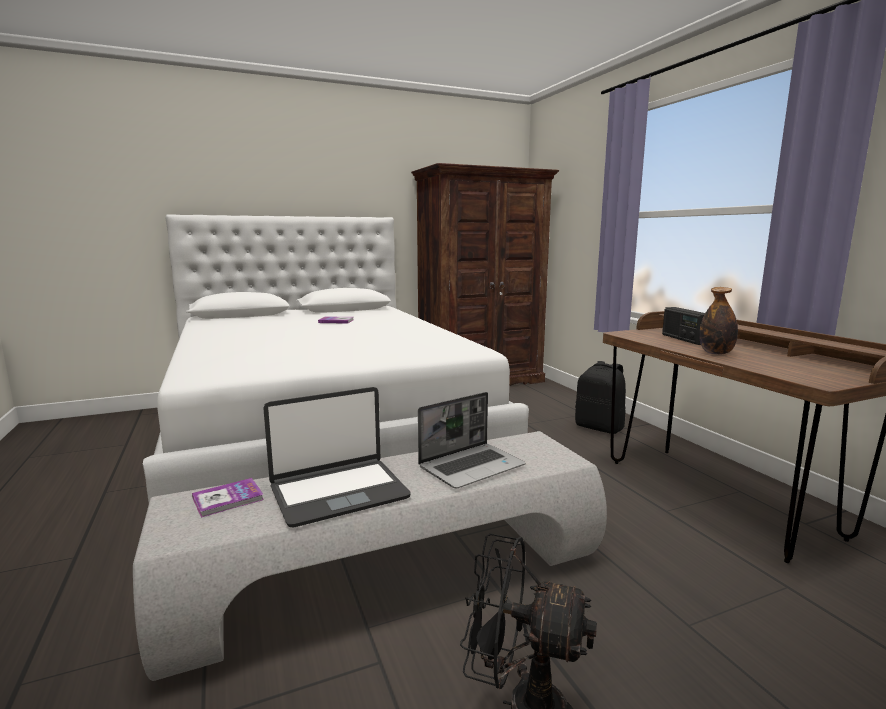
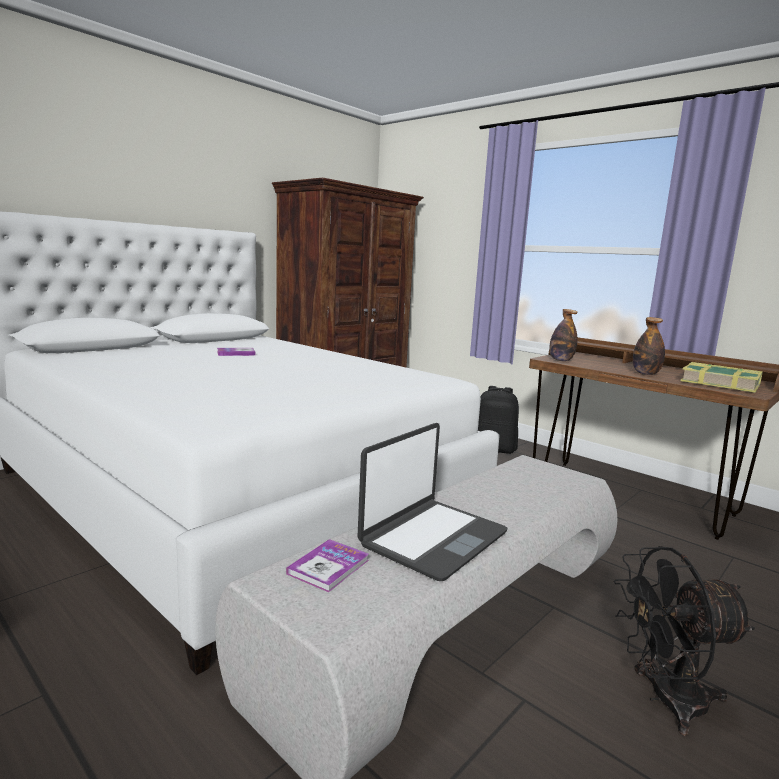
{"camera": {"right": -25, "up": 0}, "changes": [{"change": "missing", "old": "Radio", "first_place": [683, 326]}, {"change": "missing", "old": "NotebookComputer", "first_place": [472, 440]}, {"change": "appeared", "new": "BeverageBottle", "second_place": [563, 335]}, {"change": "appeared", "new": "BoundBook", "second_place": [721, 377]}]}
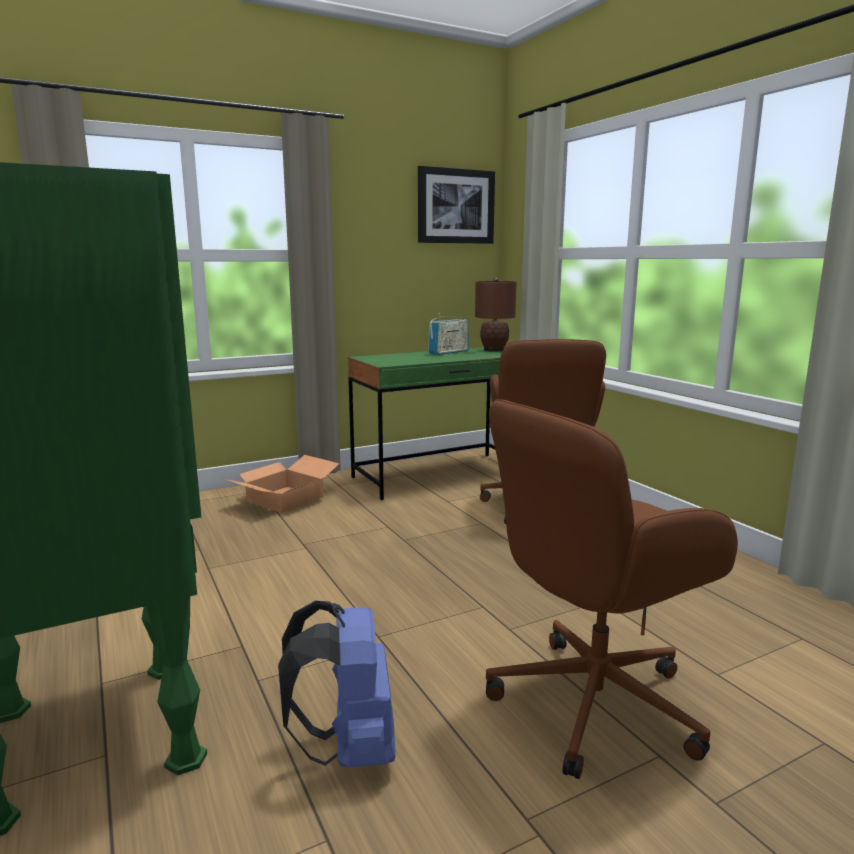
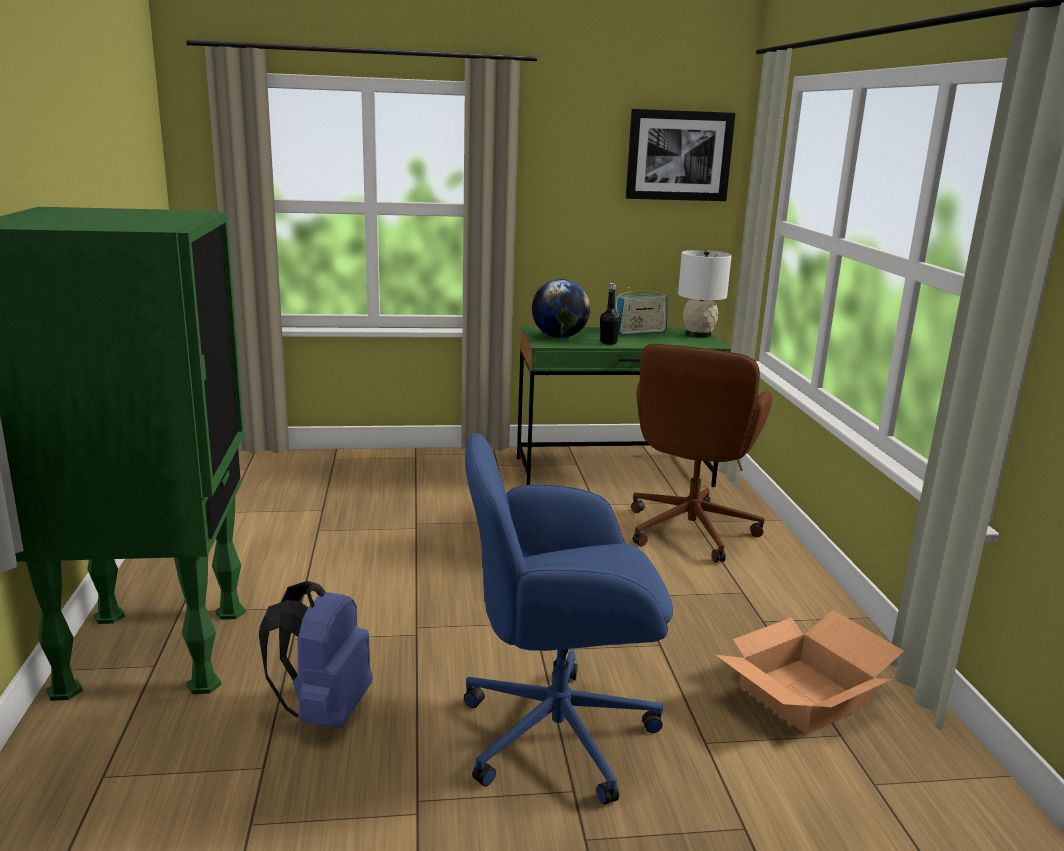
{"camera": {"right": 20, "up": 5}, "changes": [{"change": "colour", "old": "BrownLampForATable", "new": "WhiteColouredLampForATable", "first_place": [496, 315], "second_place": [705, 293]}, {"change": "colour", "old": "BrownOfficeChair", "new": "BlueColouredOfficeChair", "first_place": [612, 589], "second_place": [568, 619]}, {"change": "relocated", "old": "CardboardBox", "first_place": [282, 484], "second_place": [810, 672]}, {"change": "appeared", "new": "DeskGlobe", "second_place": [561, 308]}, {"change": "appeared", "new": "BlackishBeverageBottle", "second_place": [610, 314]}]}
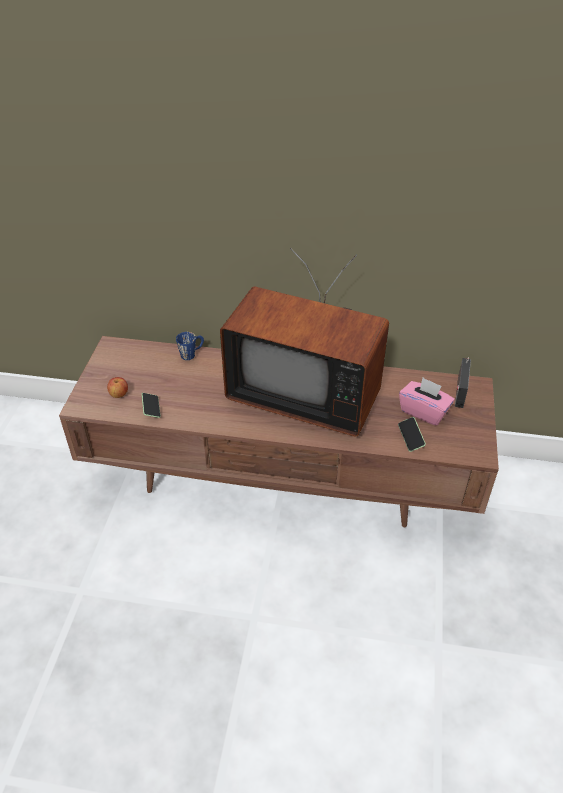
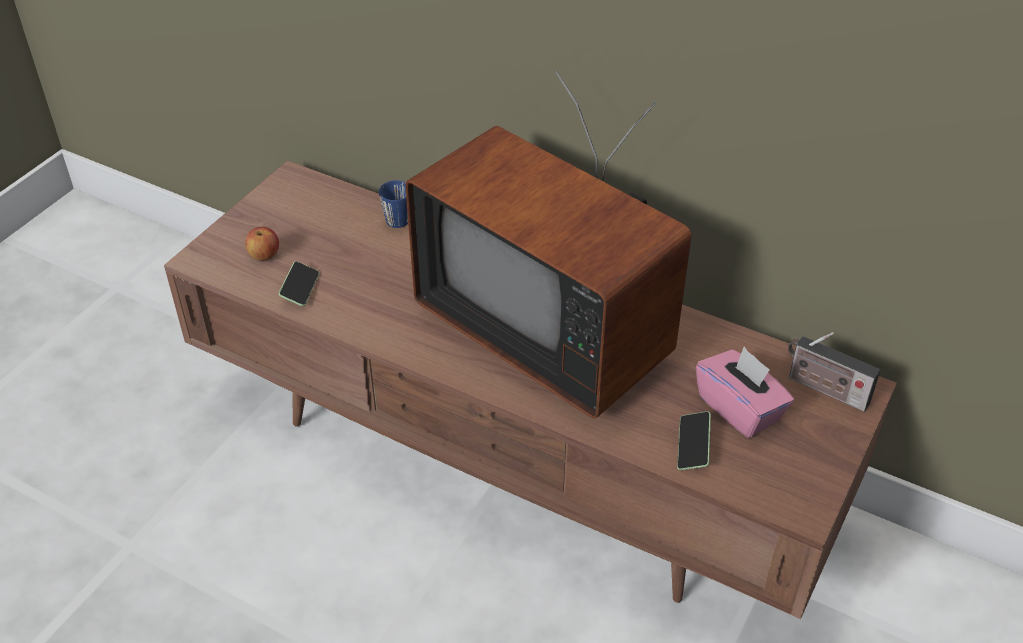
{"camera": {"right": 20, "up": 0}, "changes": [{"change": "spun", "old": "Radio", "first_place": [463, 382], "second_place": [834, 372], "degrees": -90}]}
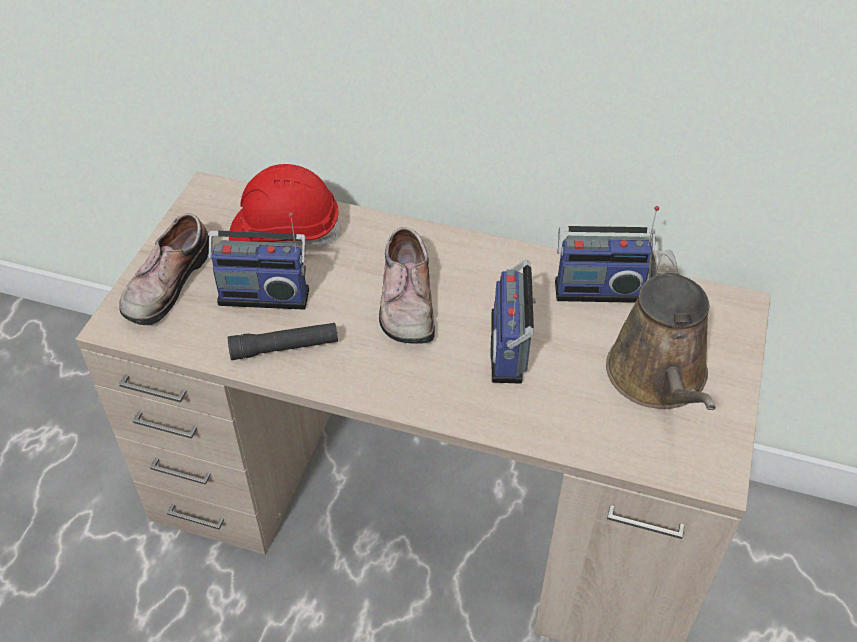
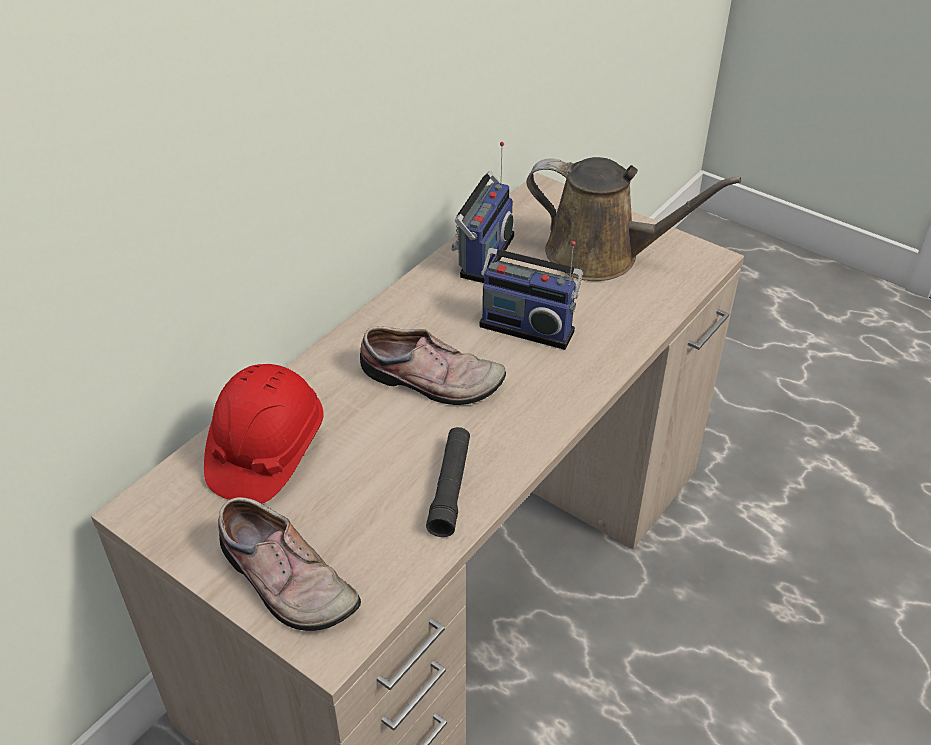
{"camera": {"right": -70, "up": -5}, "changes": [{"change": "missing", "old": "Radio", "first_place": [258, 261]}]}
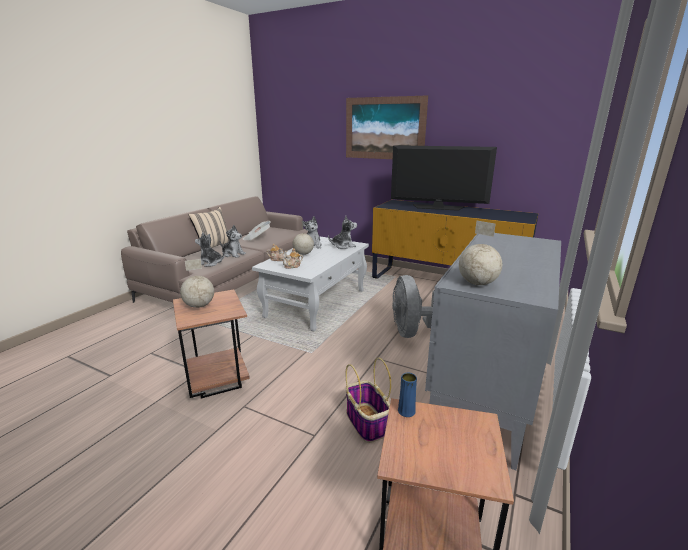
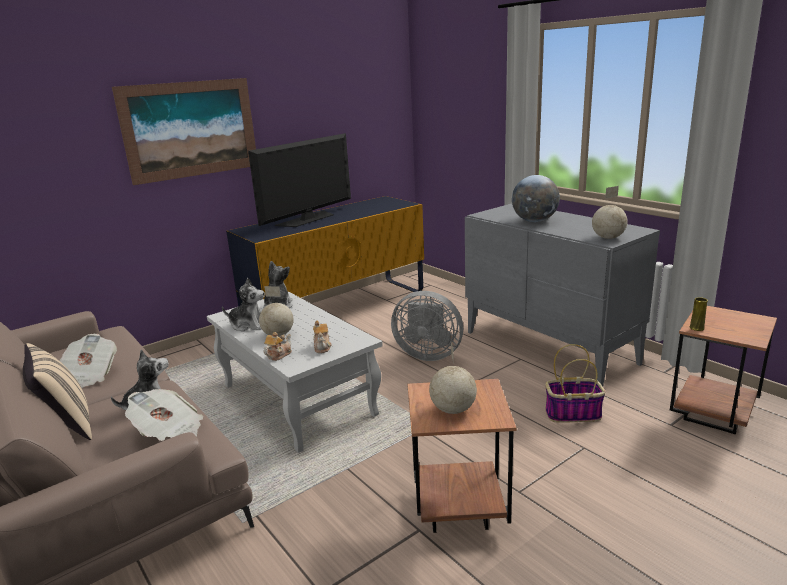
{"camera": {"right": -65, "up": 0}, "changes": [{"change": "exchanged", "old": "CuddlyToy", "new": "Newspaper", "first_place": [210, 249], "second_place": [164, 415]}, {"change": "colour", "old": "BlueColouredDecorativeVase", "new": "YellowColouredDecorativeVase", "first_place": [407, 395], "second_place": [699, 314]}, {"change": "appeared", "new": "DeskGlobe", "second_place": [536, 198]}]}
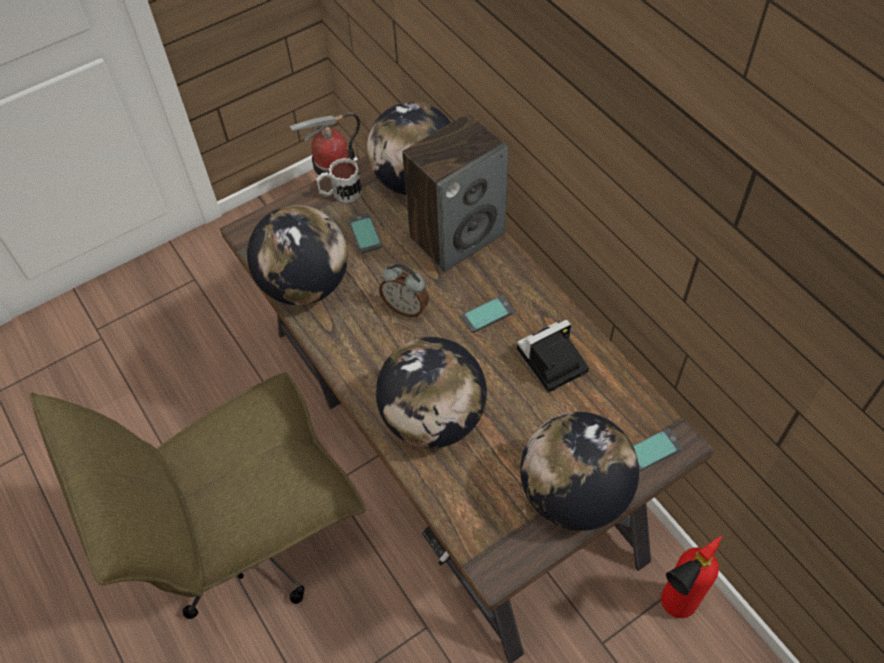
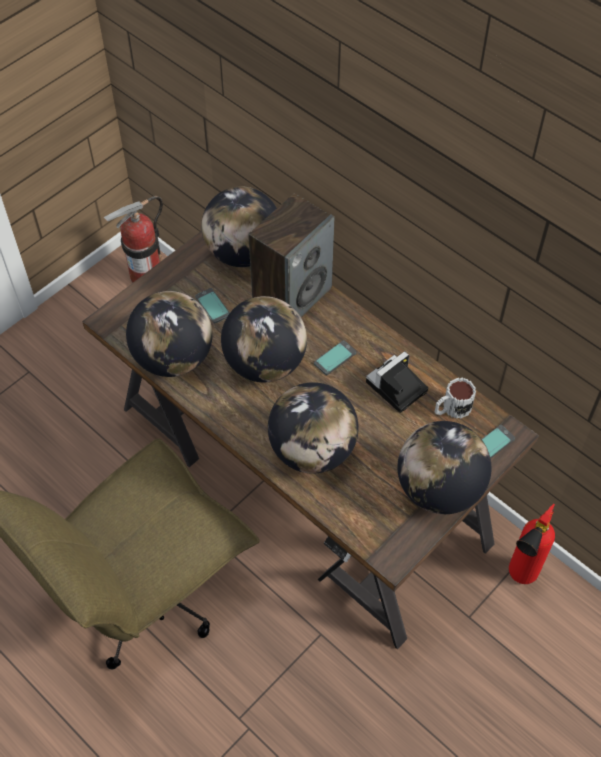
{"camera": {"right": -15, "up": 0}, "changes": [{"change": "relocated", "old": "CoffeeMug", "first_place": [339, 180], "second_place": [455, 398]}, {"change": "exchanged", "old": "BedsideClock", "new": "DeskGlobe", "first_place": [404, 290], "second_place": [264, 339]}]}
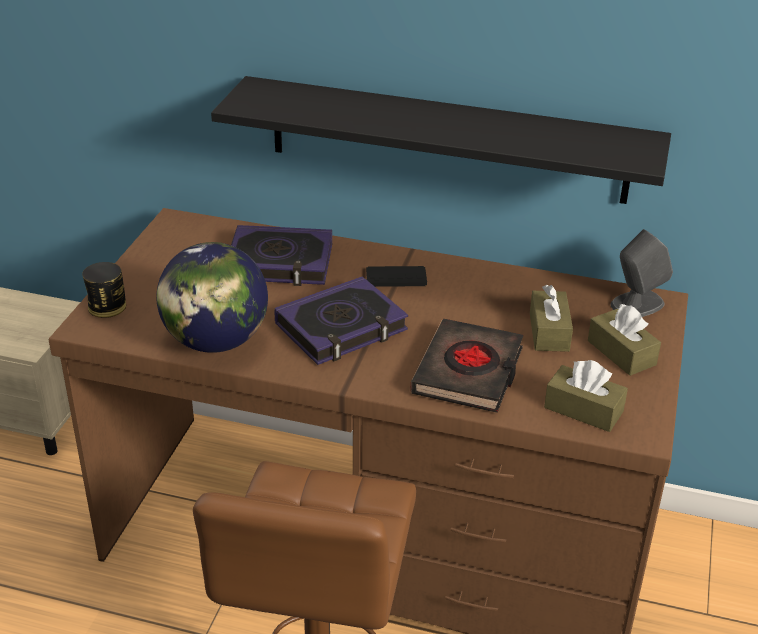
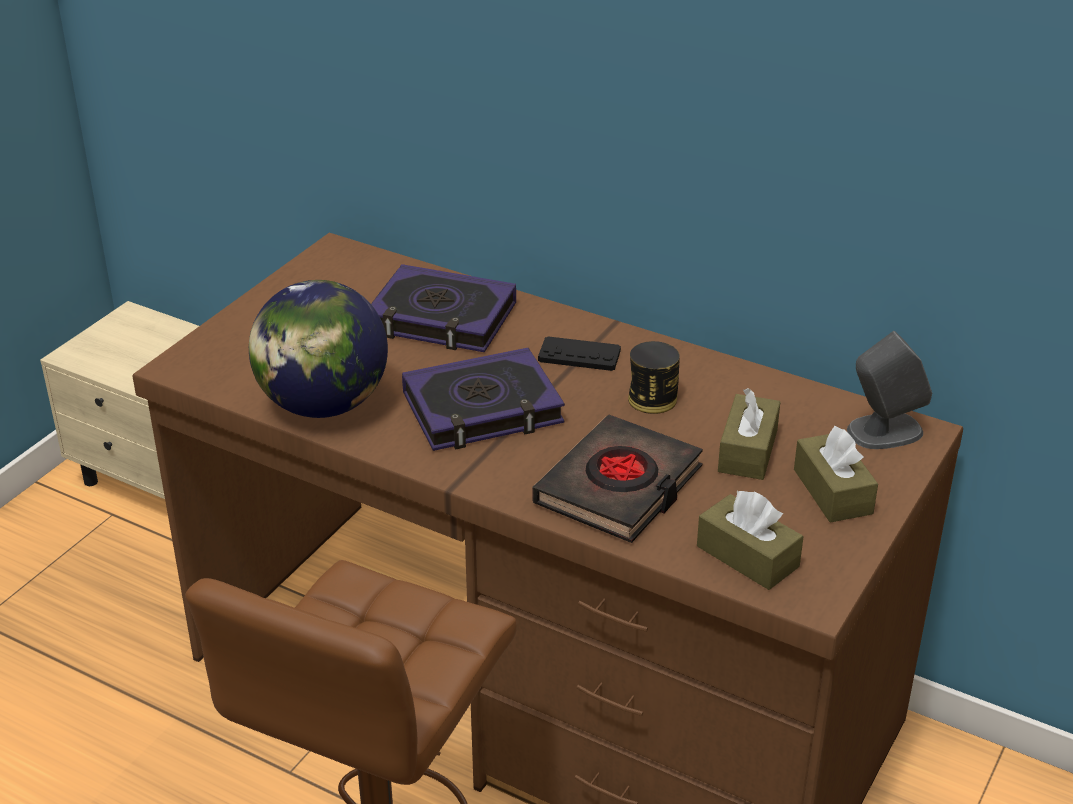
{"camera": {"right": 15, "up": 0}, "changes": [{"change": "missing", "old": "BlackishWallShelf", "first_place": [441, 140]}, {"change": "relocated", "old": "MetalCan", "first_place": [104, 290], "second_place": [654, 377]}]}
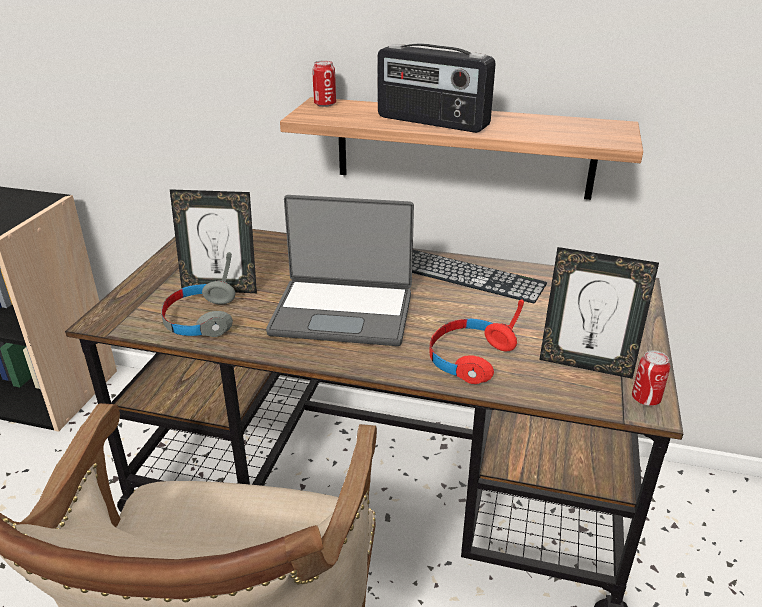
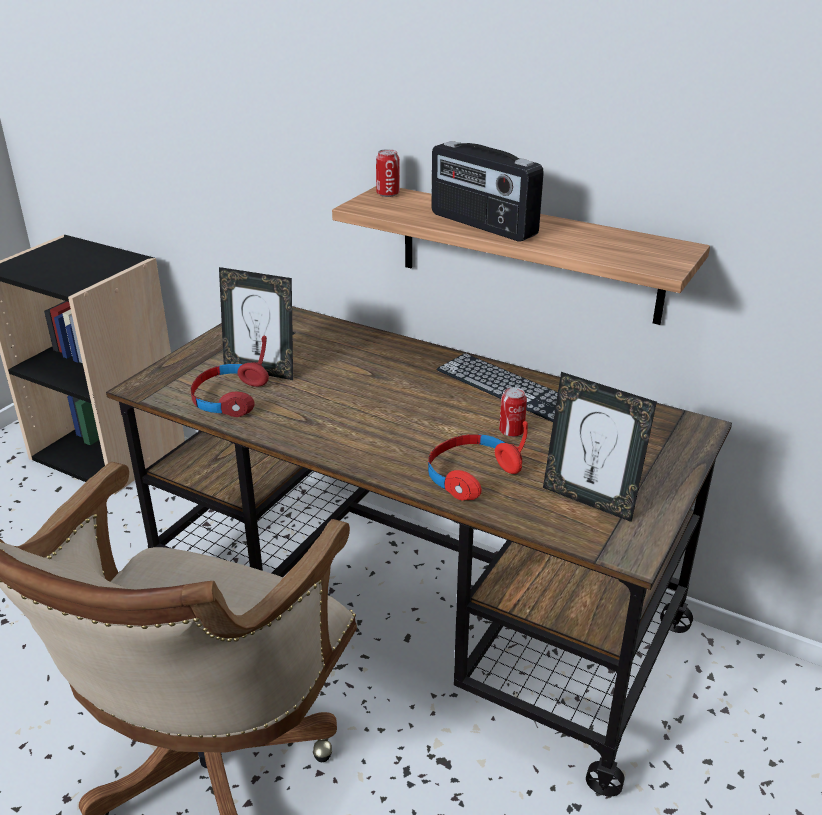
{"camera": {"right": 15, "up": 0}, "changes": [{"change": "missing", "old": "NotebookComputer", "first_place": [340, 270]}, {"change": "colour", "old": "GreyHeadphones", "new": "RedHeadphones", "first_place": [198, 294], "second_place": [230, 376]}, {"change": "relocated", "old": "MetalCan", "first_place": [651, 378], "second_place": [513, 412]}]}
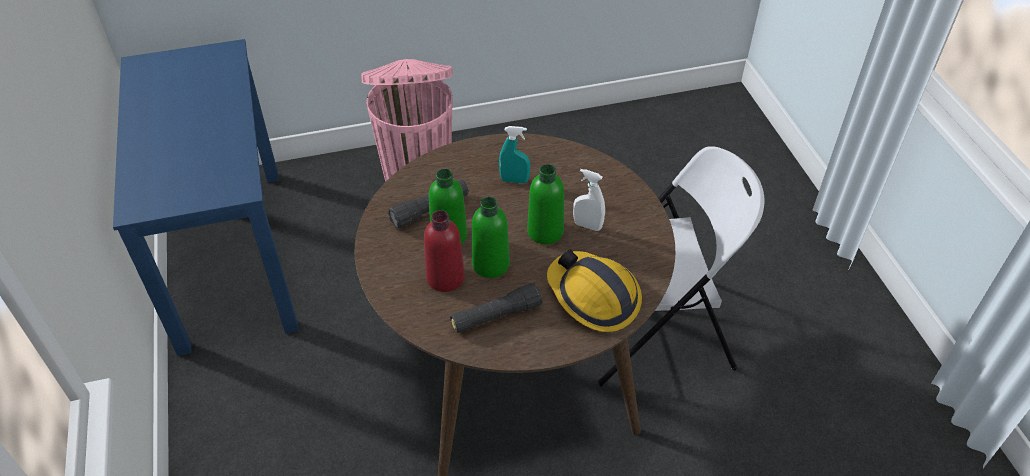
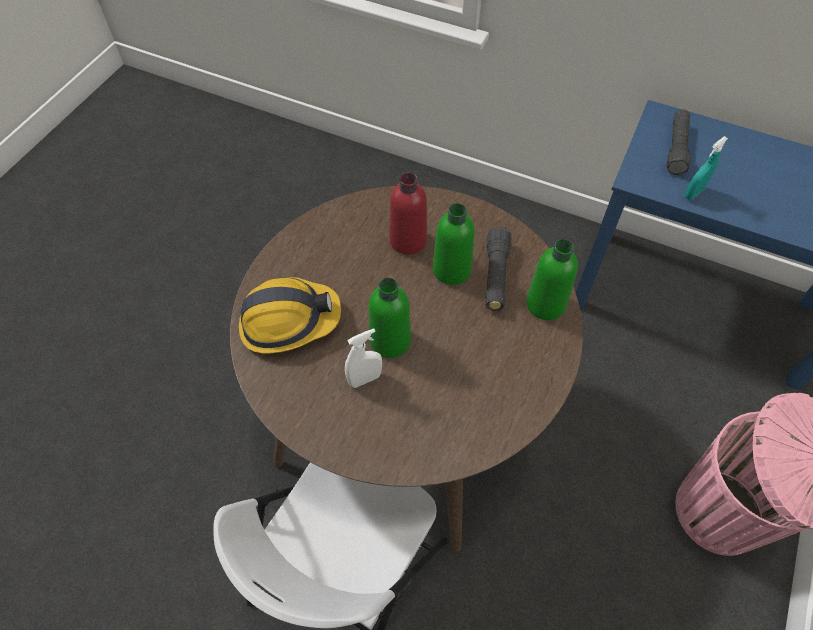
{"camera": {"right": 130, "up": 10}, "changes": [{"change": "relocated", "old": "TurquoiseSprayBottle", "first_place": [514, 154], "second_place": [706, 168]}, {"change": "relocated", "old": "GreenishBeverageBottle", "first_place": [491, 237], "second_place": [552, 279]}, {"change": "relocated", "old": "BlackishHandTorch", "first_place": [496, 308], "second_place": [679, 142]}]}
